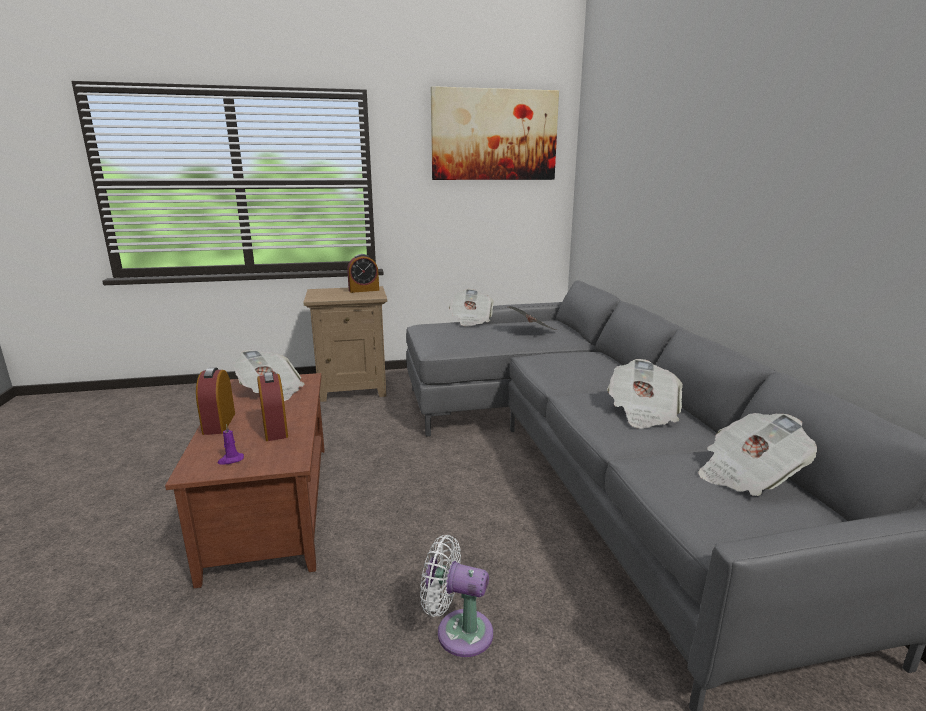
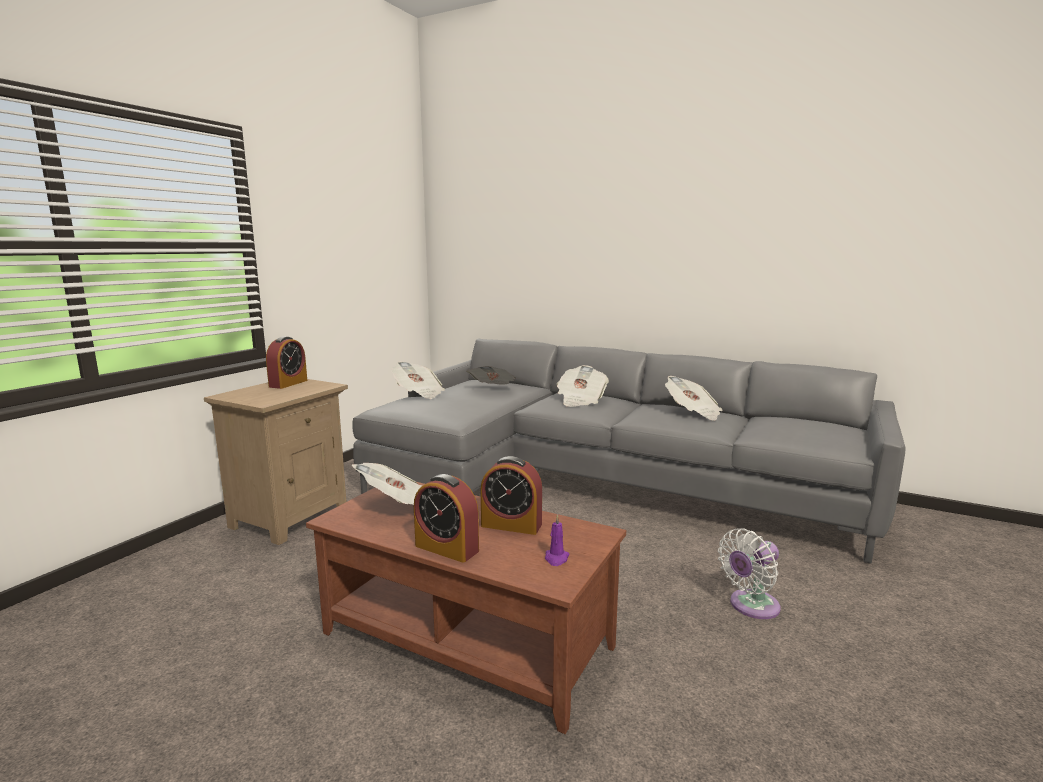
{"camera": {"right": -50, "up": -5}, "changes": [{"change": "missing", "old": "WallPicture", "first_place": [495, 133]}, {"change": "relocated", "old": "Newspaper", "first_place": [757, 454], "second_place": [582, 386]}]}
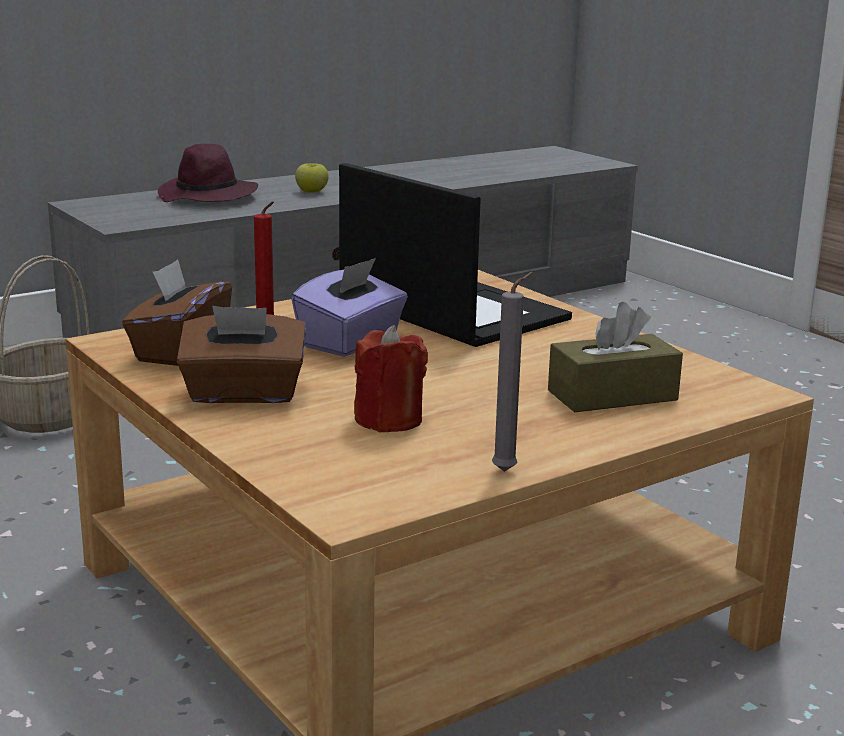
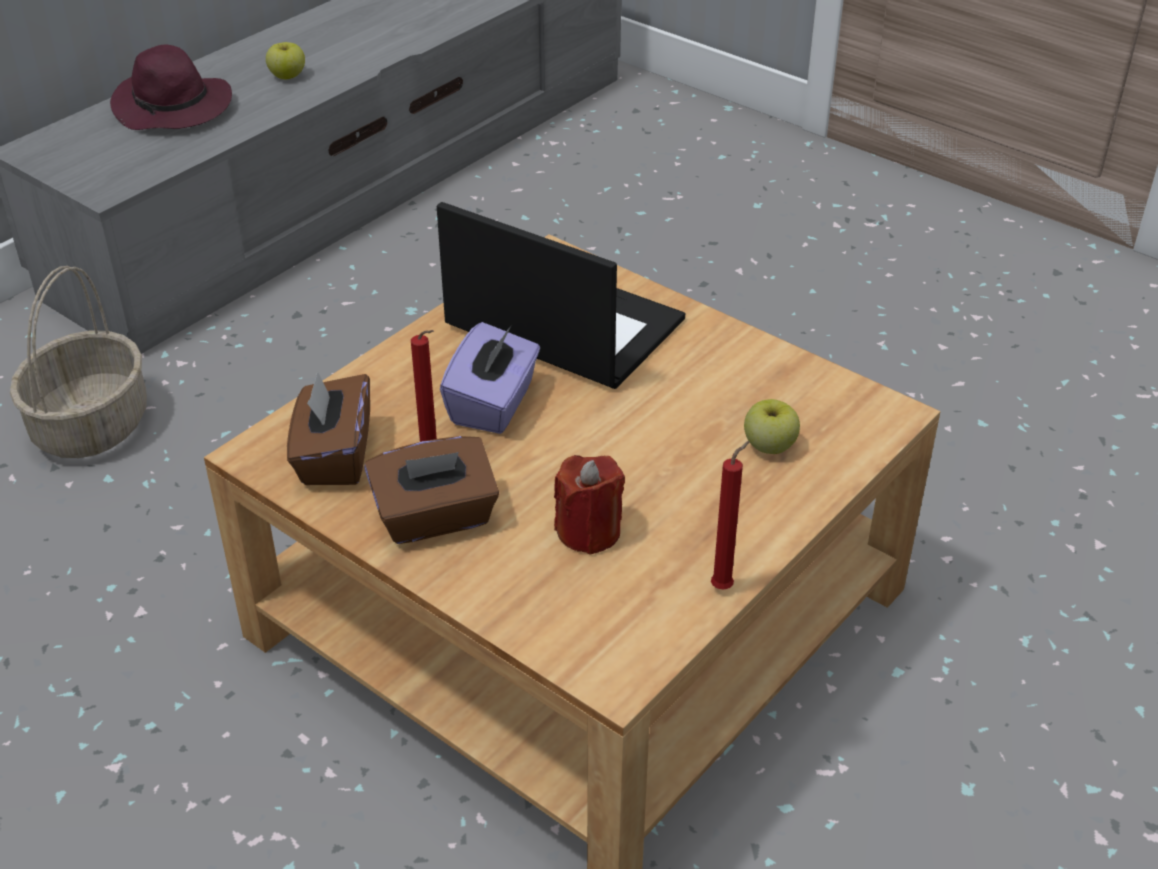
{"camera": {"right": -15, "up": 20}, "changes": [{"change": "colour", "old": "GreyWaxLight", "new": "RedWaxLight", "first_place": [513, 371], "second_place": [730, 515]}, {"change": "exchanged", "old": "BrownBoxOfTissues", "new": "WholeApple", "first_place": [615, 357], "second_place": [772, 426]}]}
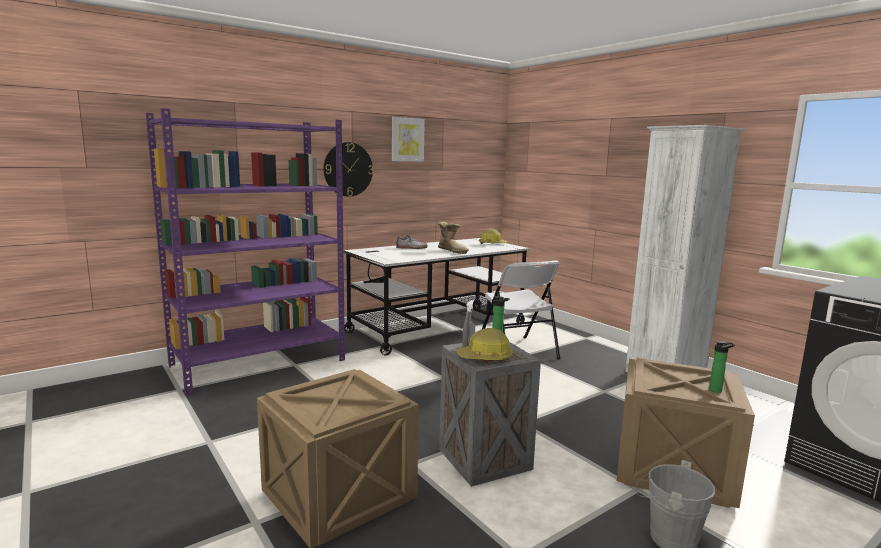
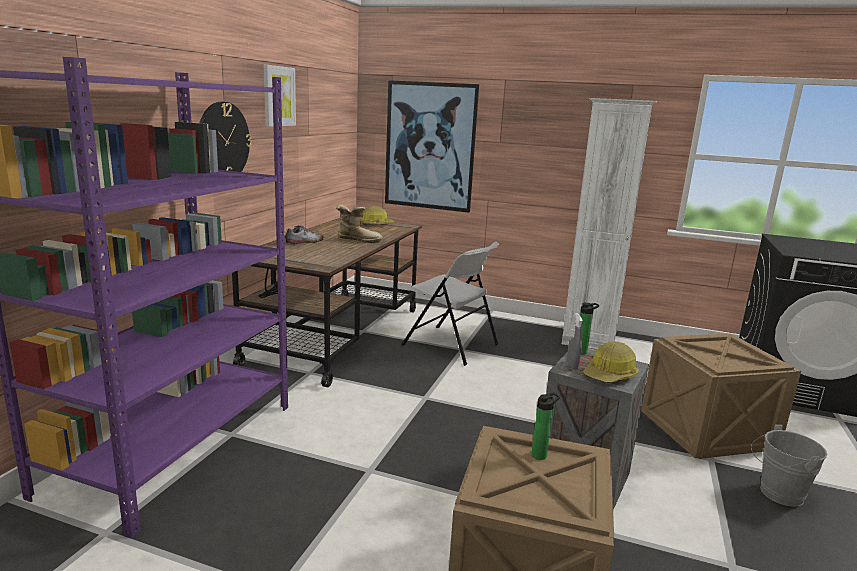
{"camera": {"right": -35, "up": 5}, "changes": [{"change": "colour", "old": "WhiteColouredDeskTable", "new": "BrownDeskTable", "first_place": [436, 297], "second_place": [327, 302]}, {"change": "relocated", "old": "BeverageBottle", "first_place": [722, 367], "second_place": [545, 426]}, {"change": "appeared", "new": "WallPicture", "second_place": [432, 146]}]}
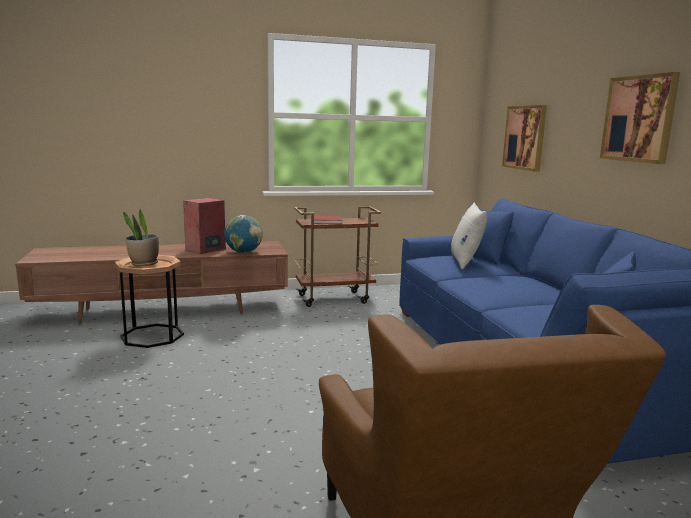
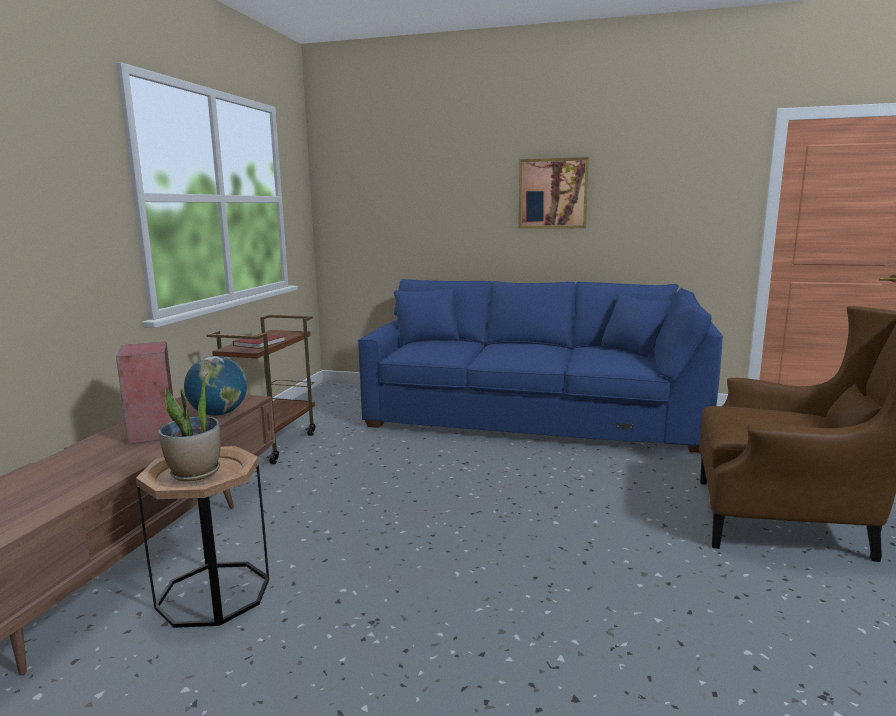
{"camera": {"right": -60, "up": 0}, "changes": [{"change": "missing", "old": "WallPicture", "first_place": [524, 138]}, {"change": "missing", "old": "GreyPillow", "first_place": [469, 236]}]}
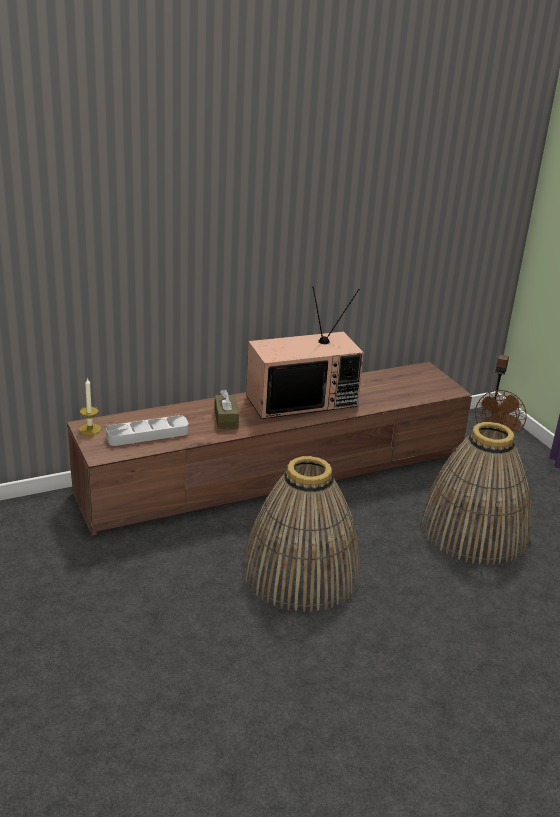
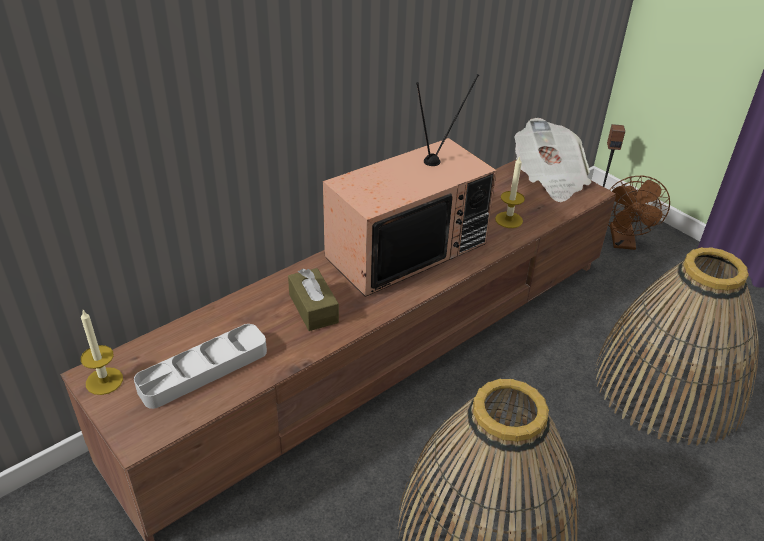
{"camera": {"right": -15, "up": 10}, "changes": [{"change": "appeared", "new": "Newspaper", "second_place": [552, 160]}, {"change": "appeared", "new": "WaxLight", "second_place": [510, 191]}]}
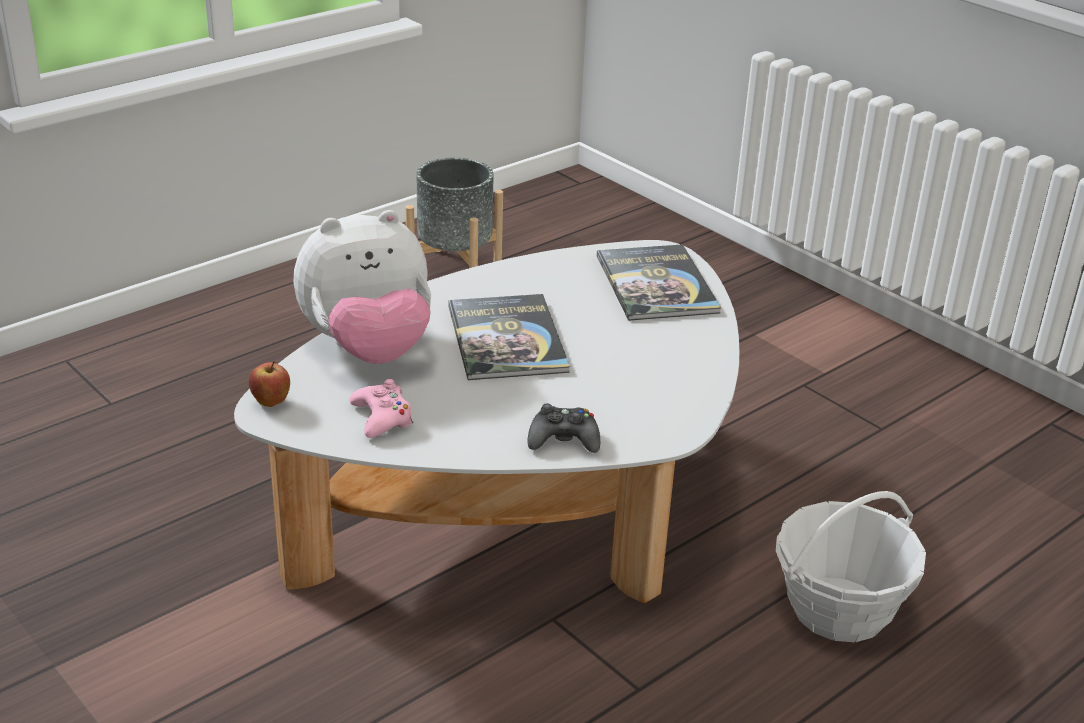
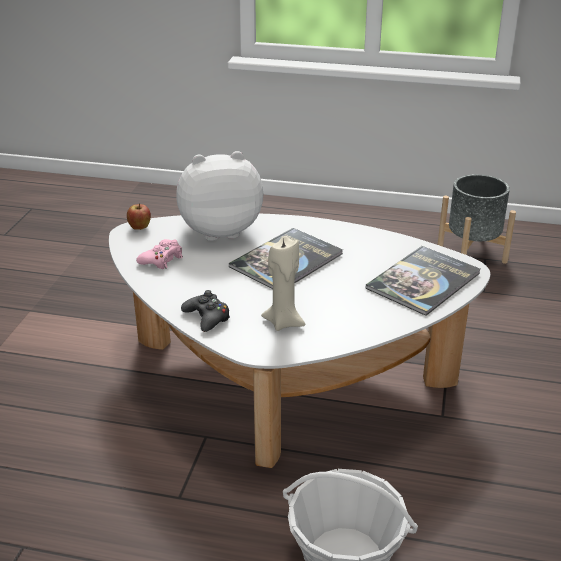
{"camera": {"right": 55, "up": 0}, "changes": [{"change": "spun", "old": "CuddlyToy", "first_place": [362, 287], "second_place": [219, 196], "degrees": 135}, {"change": "appeared", "new": "BeigeColouredWaxLight", "second_place": [283, 283]}]}
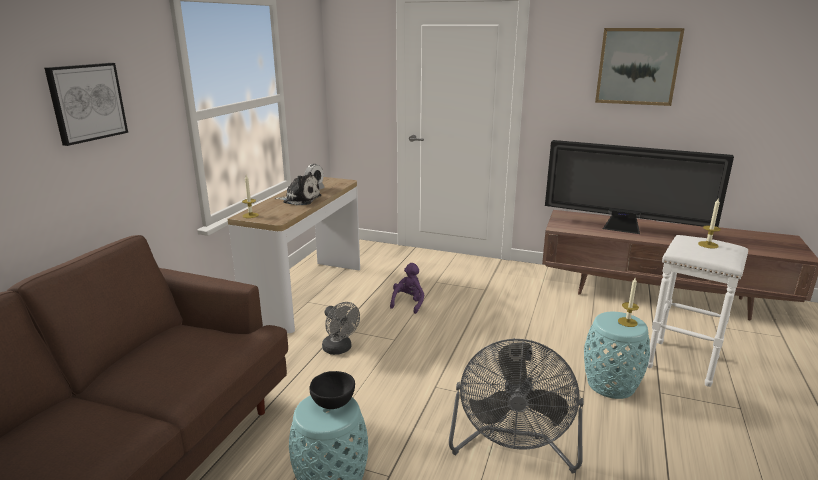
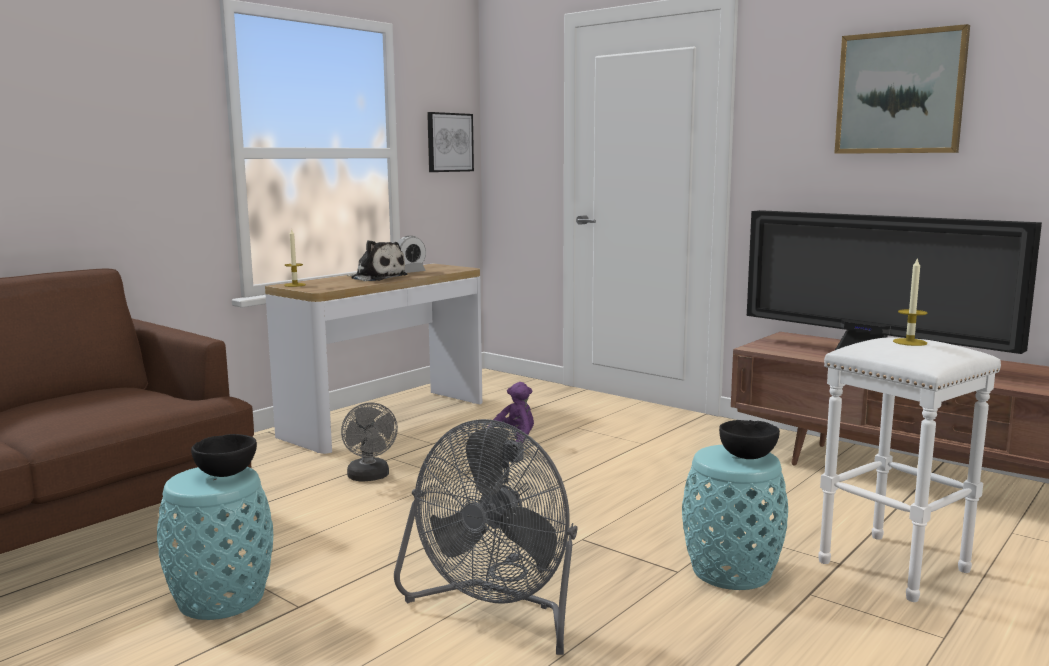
{"camera": {"right": 20, "up": -10}, "changes": [{"change": "relocated", "old": "WallPicture", "first_place": [86, 104], "second_place": [450, 142]}, {"change": "exchanged", "old": "WaxLight", "new": "BlackishDeepDish", "first_place": [628, 302], "second_place": [749, 439]}]}
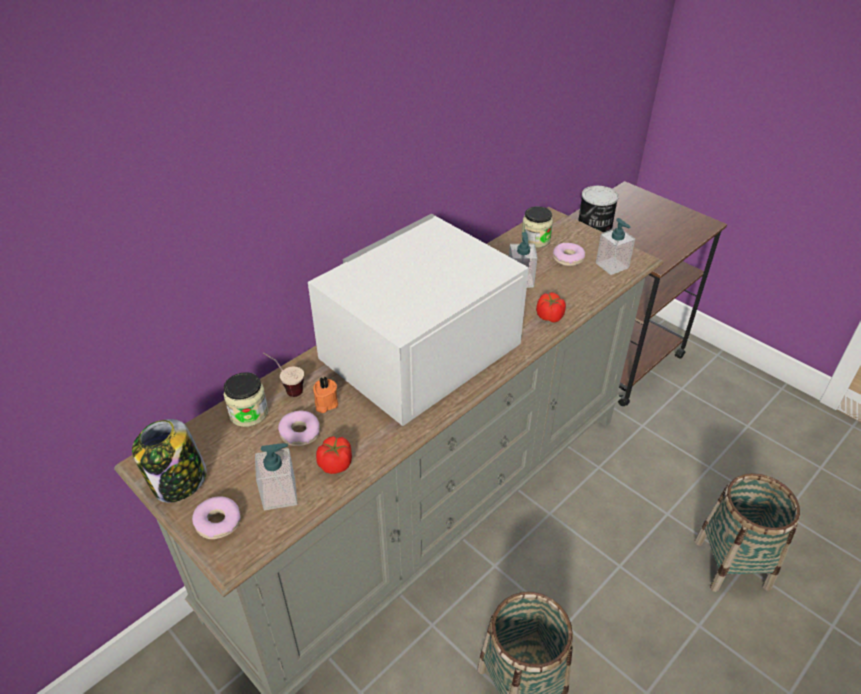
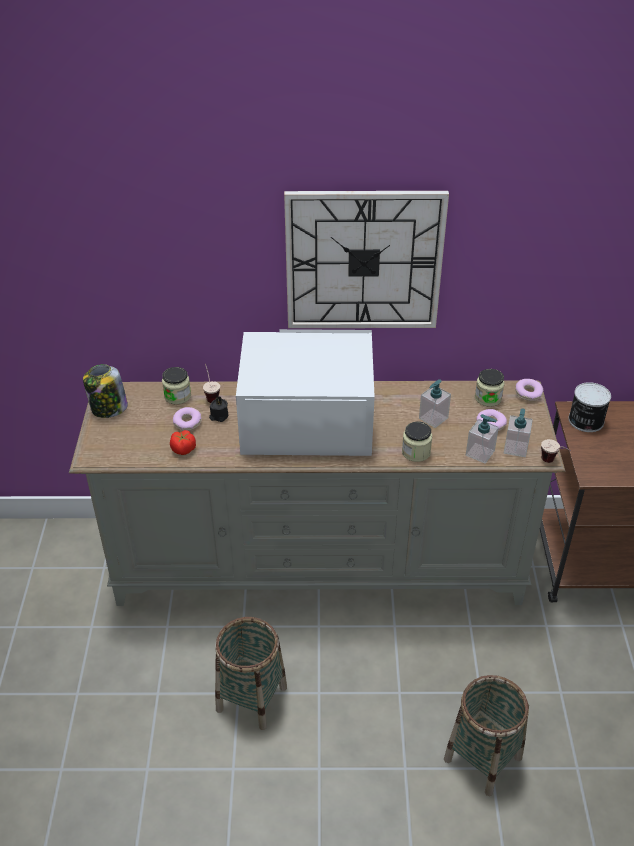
{"camera": {"right": 45, "up": 0}, "changes": [{"change": "exchanged", "old": "Tomato", "new": "PreserveJar", "first_place": [551, 307], "second_place": [417, 441]}, {"change": "colour", "old": "OrangeyWaxLight", "new": "BlackishWaxLight", "first_place": [325, 394], "second_place": [218, 409]}, {"change": "relocated", "old": "SoapBottle", "first_place": [276, 476], "second_place": [482, 439]}, {"change": "relocated", "old": "RingDoughnut", "first_place": [216, 517], "second_place": [529, 390]}, {"change": "appeared", "new": "ClockOnTheWall", "second_place": [366, 259]}, {"change": "appeared", "new": "SmallCup", "second_place": [556, 451]}]}
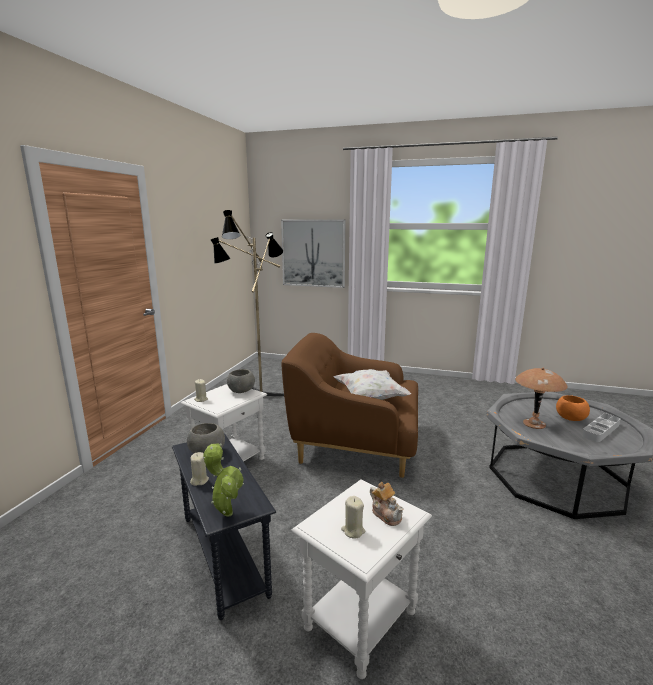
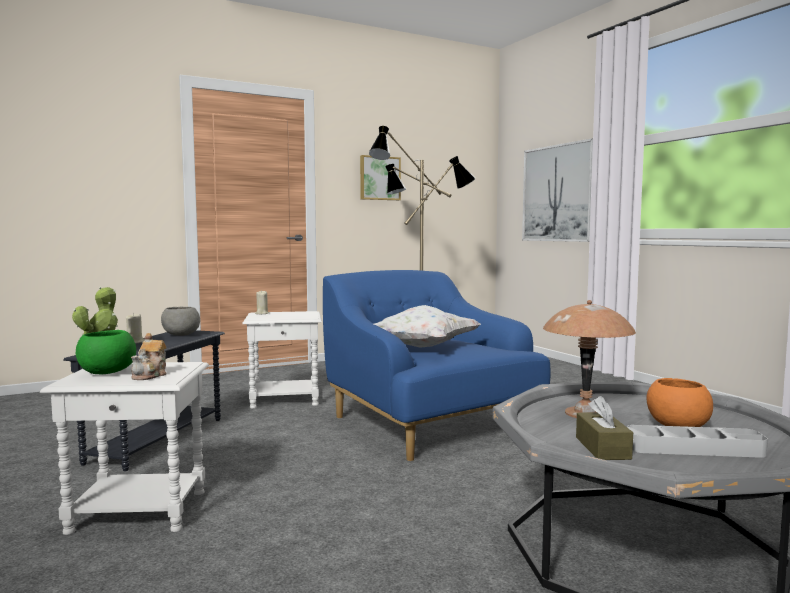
{"camera": {"right": 45, "up": -10}, "changes": [{"change": "colour", "old": "BrownArmchair", "new": "BlueColouredArmchair", "first_place": [349, 405], "second_place": [437, 365]}, {"change": "missing", "old": "GreyDeepDish", "first_place": [241, 381]}, {"change": "exchanged", "old": "BeigeColouredWaxLight", "new": "GreenishDeepDish", "first_place": [353, 517], "second_place": [105, 352]}, {"change": "appeared", "new": "WallPicture", "second_place": [380, 177]}, {"change": "appeared", "new": "BrownBoxOfTissues", "second_place": [604, 428]}]}
